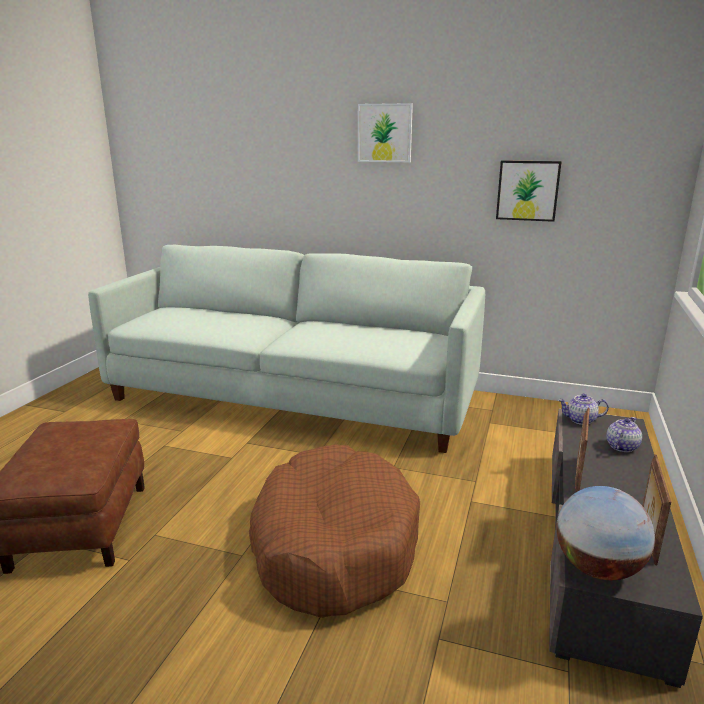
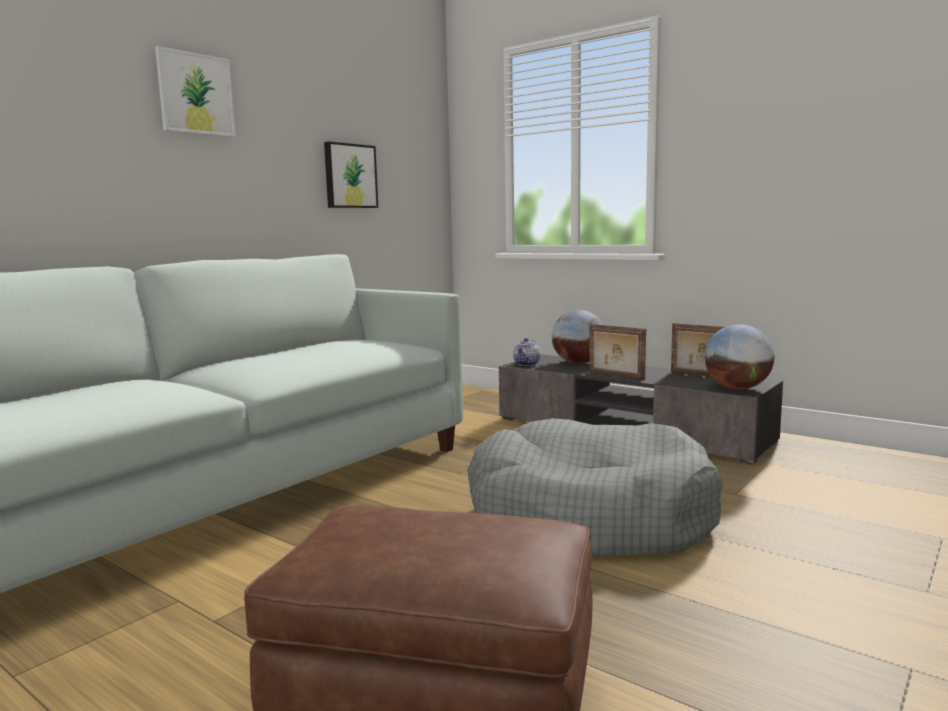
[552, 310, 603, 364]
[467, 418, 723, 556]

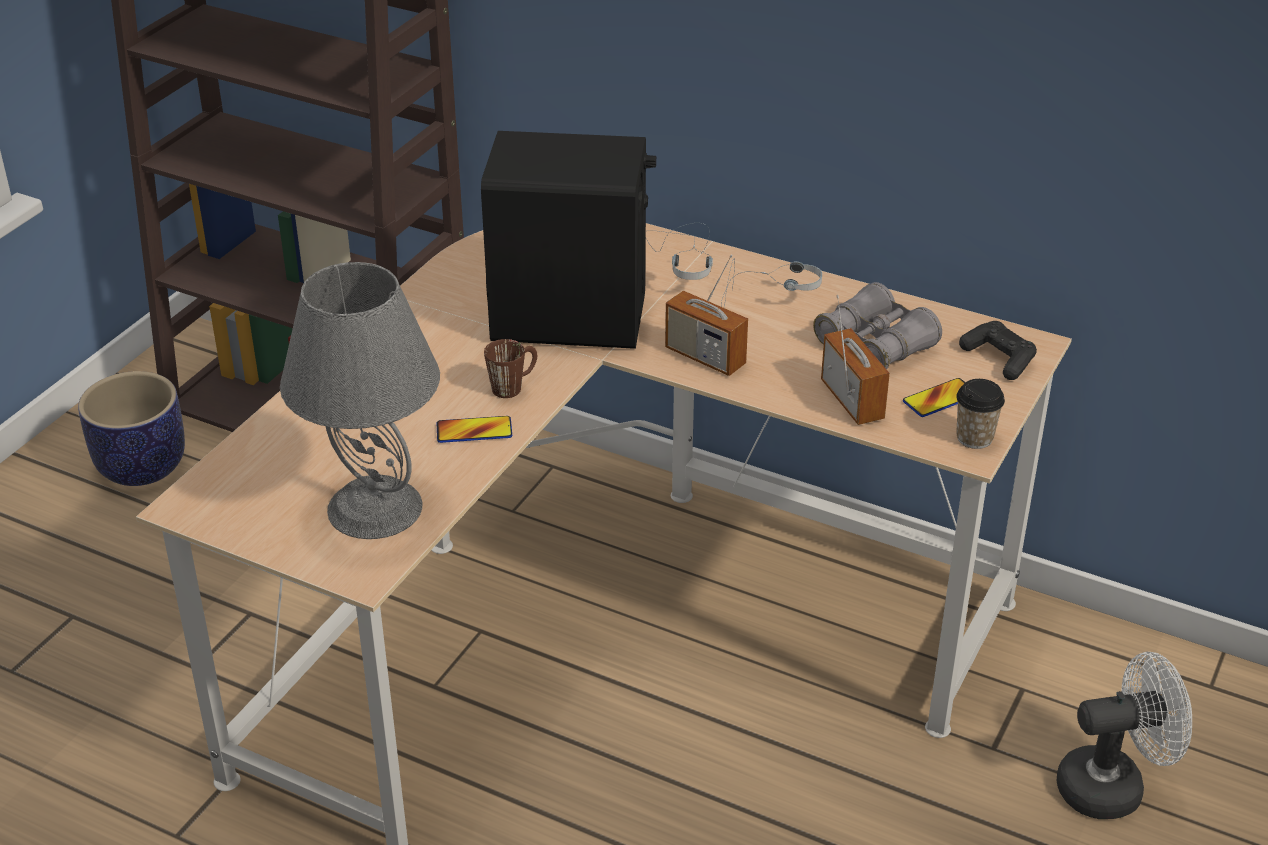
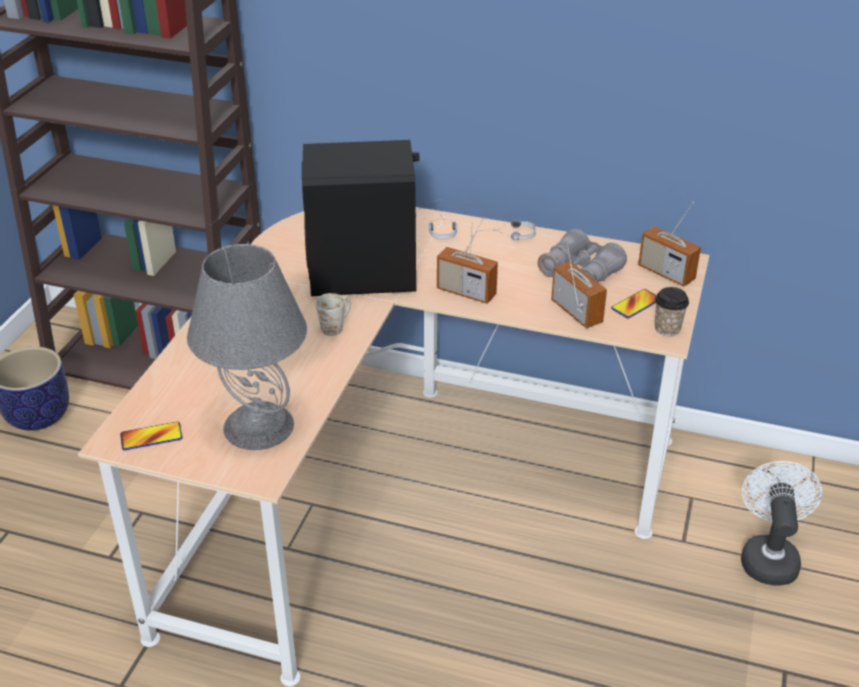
[638, 201, 701, 287]
[315, 293, 351, 336]
[120, 422, 182, 450]
[741, 461, 822, 586]

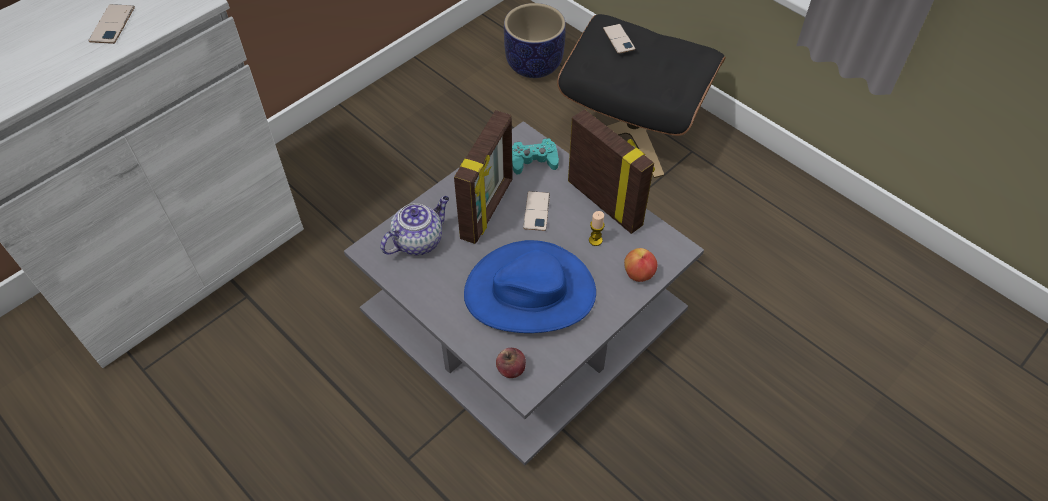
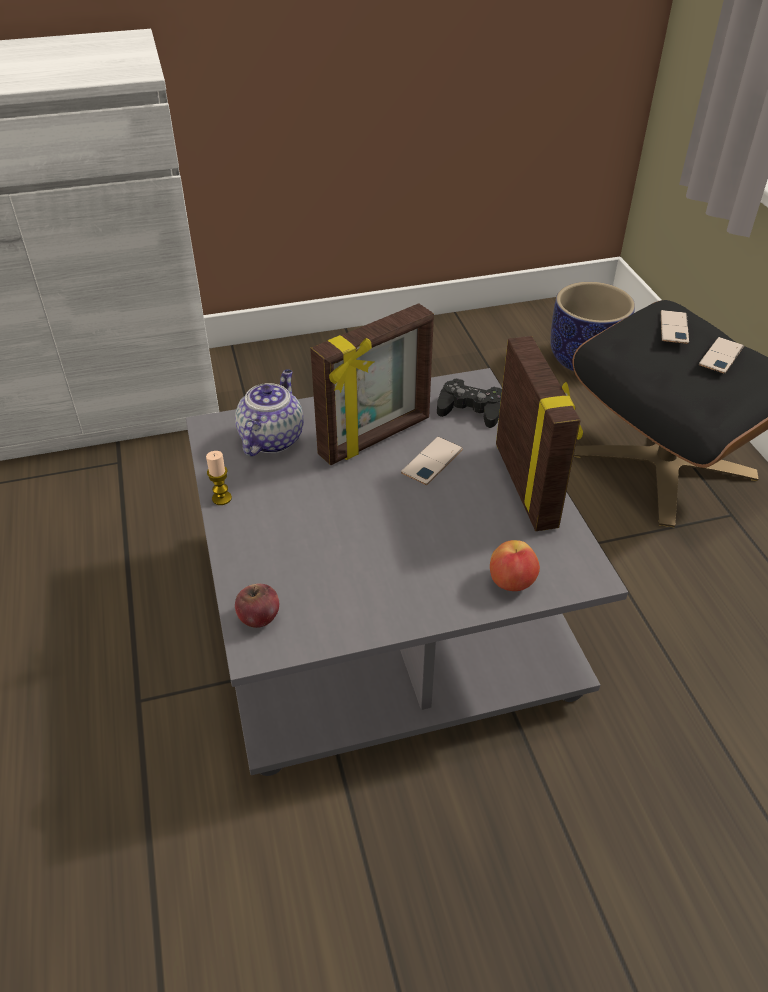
[699, 337, 744, 374]
[437, 378, 502, 428]
[235, 369, 304, 456]
[206, 451, 232, 505]
[464, 240, 596, 333] (first image)

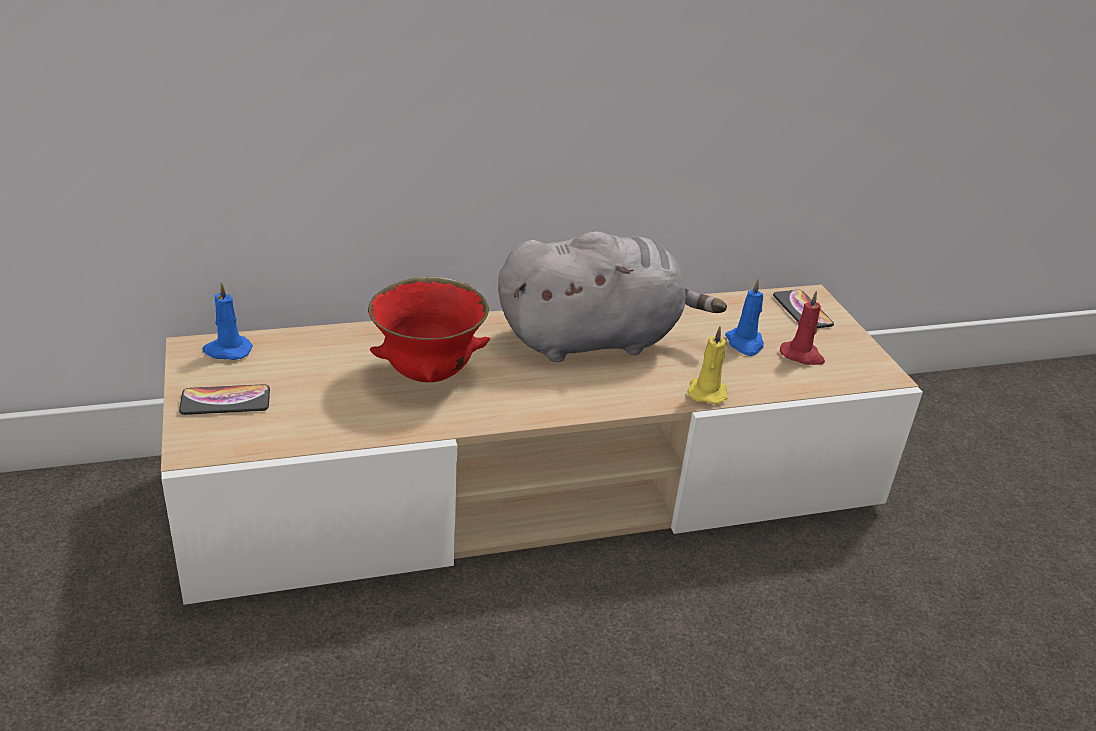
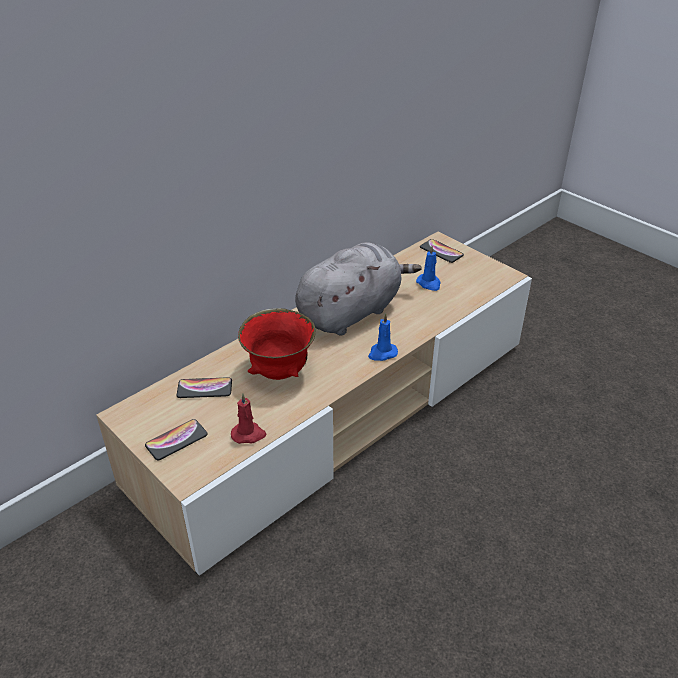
[368, 313, 398, 361]
[231, 393, 267, 444]
[687, 326, 727, 404] (first image)
[177, 377, 232, 398]

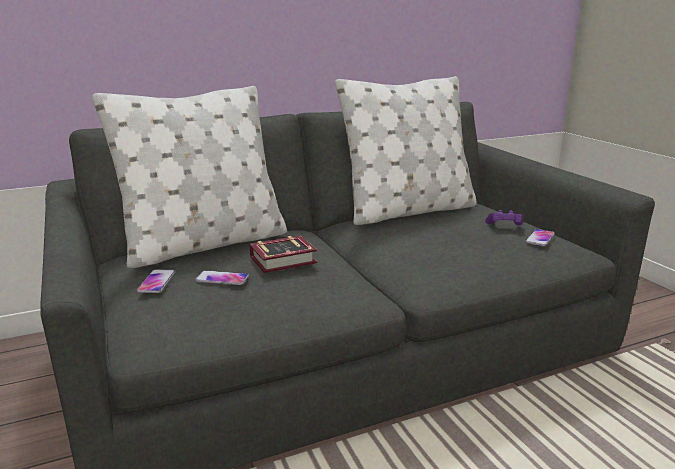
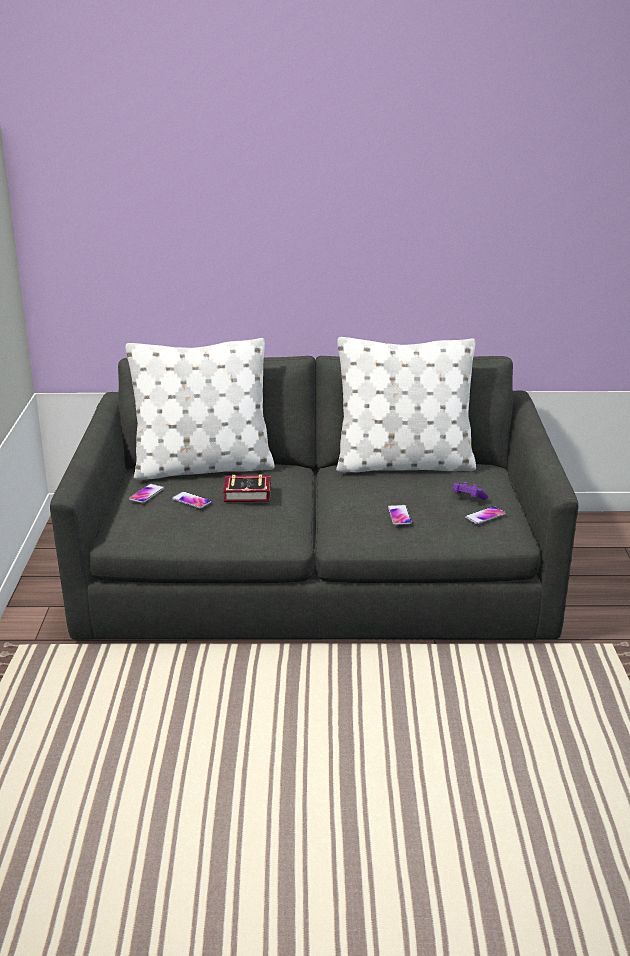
[388, 505, 412, 525]

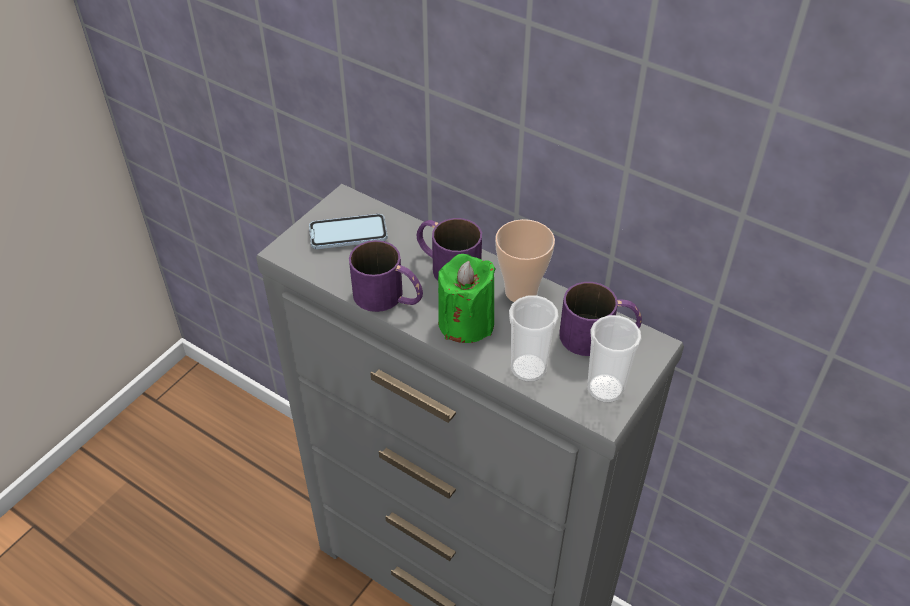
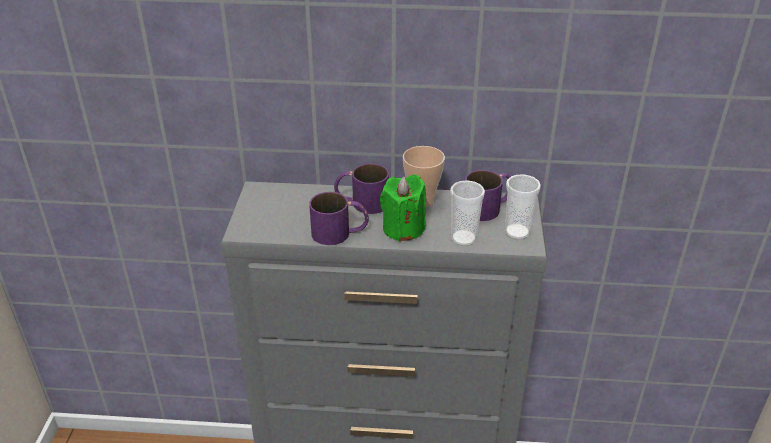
[309, 214, 388, 249] (first image)

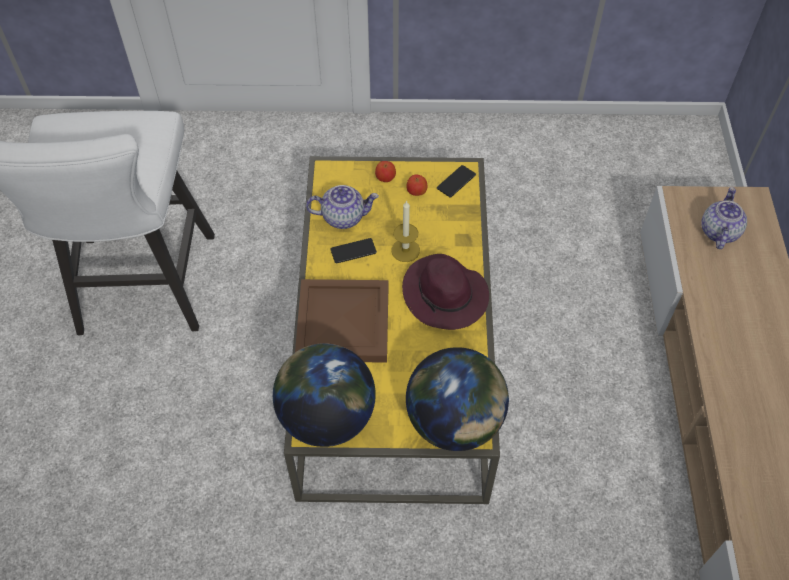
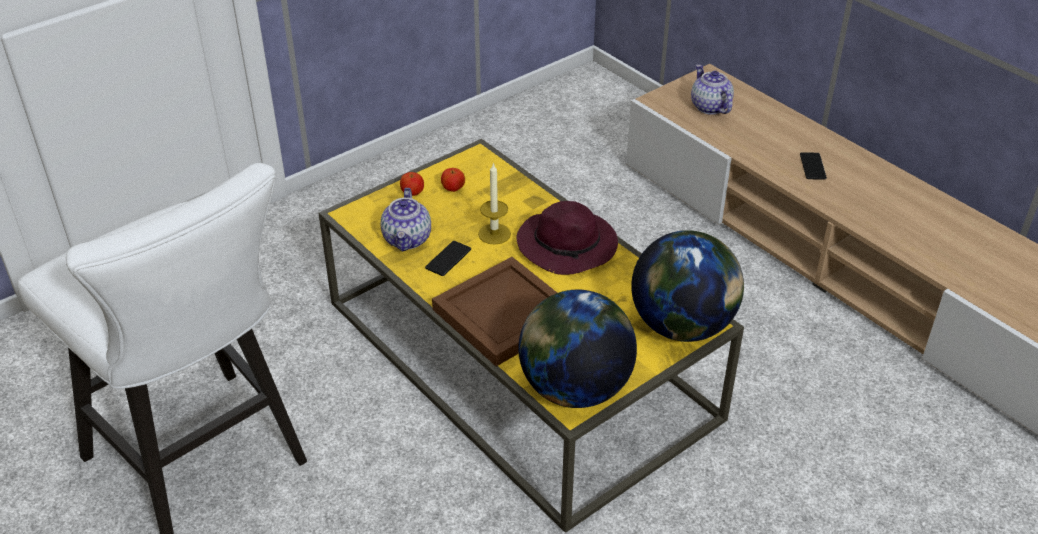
[800, 152, 827, 180]
[381, 188, 431, 252]

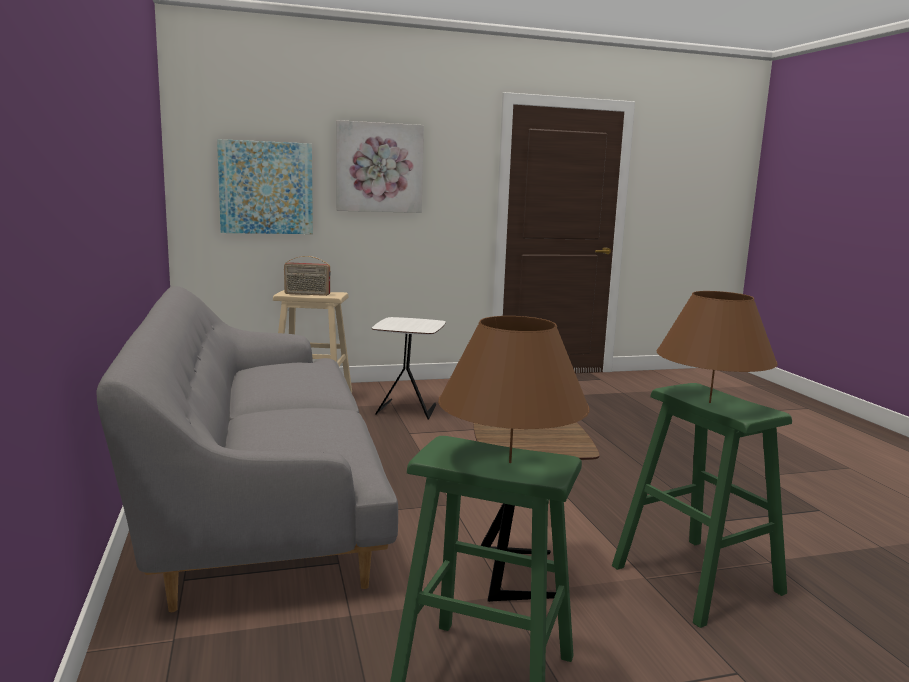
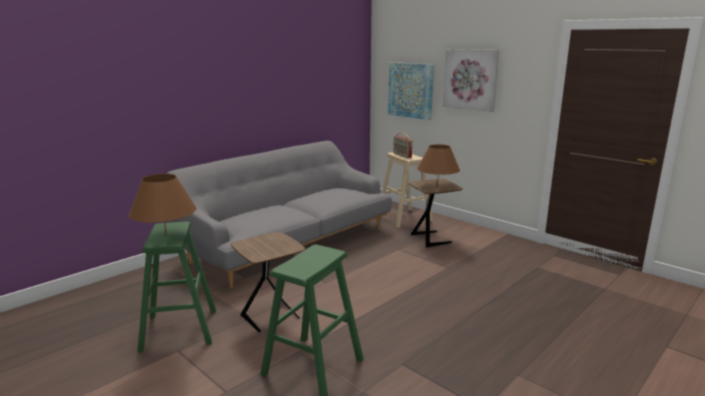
[417, 144, 460, 186]
[409, 179, 463, 248]

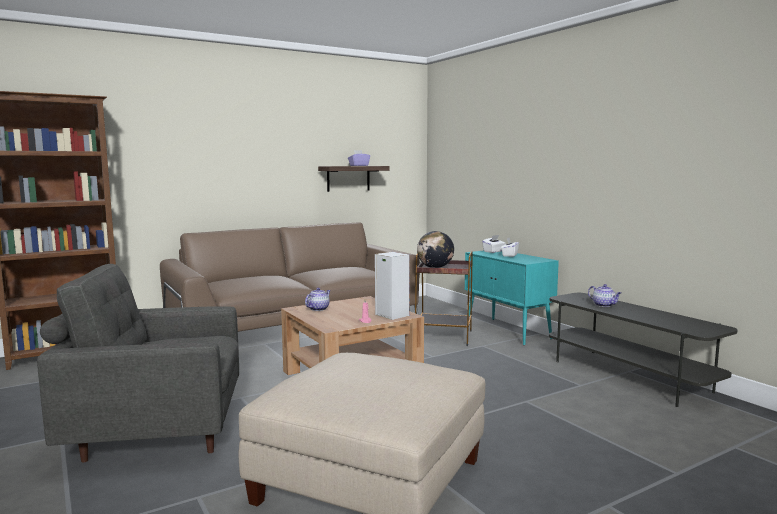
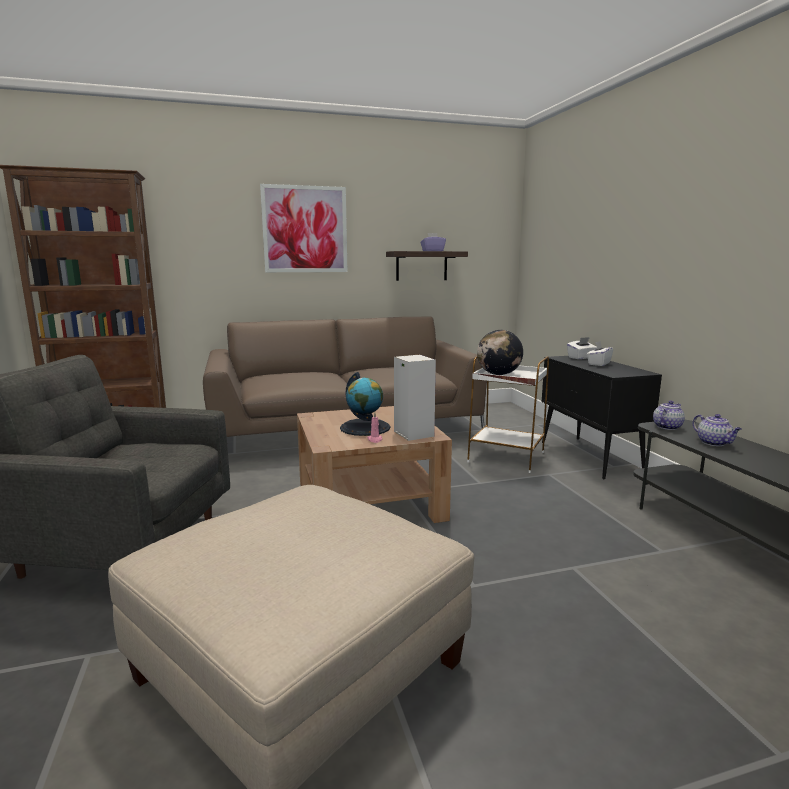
[467, 356, 549, 473]
[542, 356, 662, 479]
[653, 400, 685, 430]
[260, 184, 348, 272]
[340, 372, 390, 436]

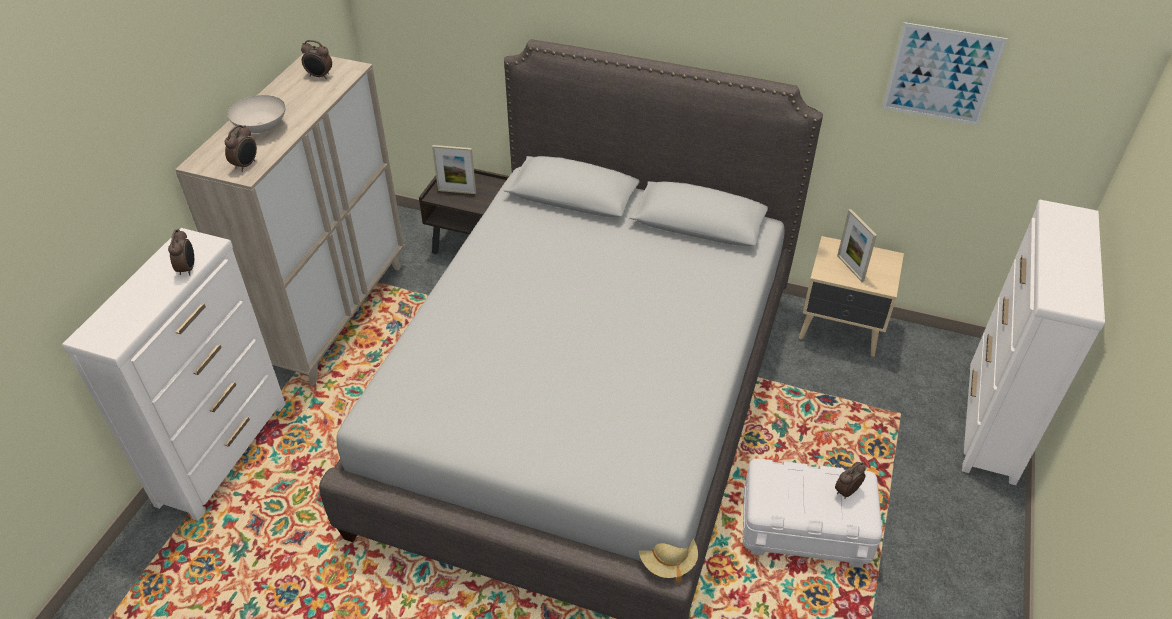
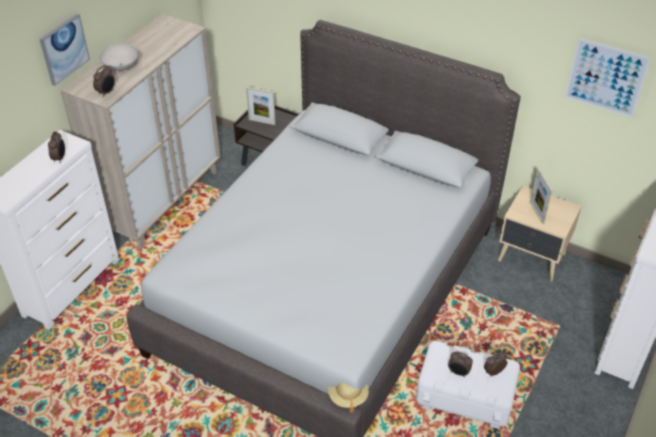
[448, 352, 473, 377]
[40, 14, 90, 86]

